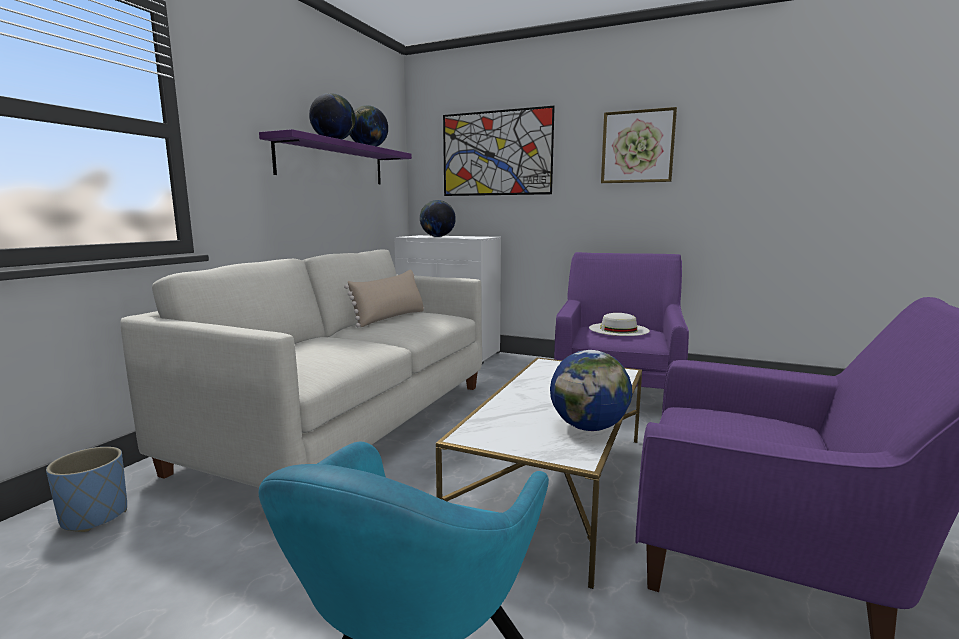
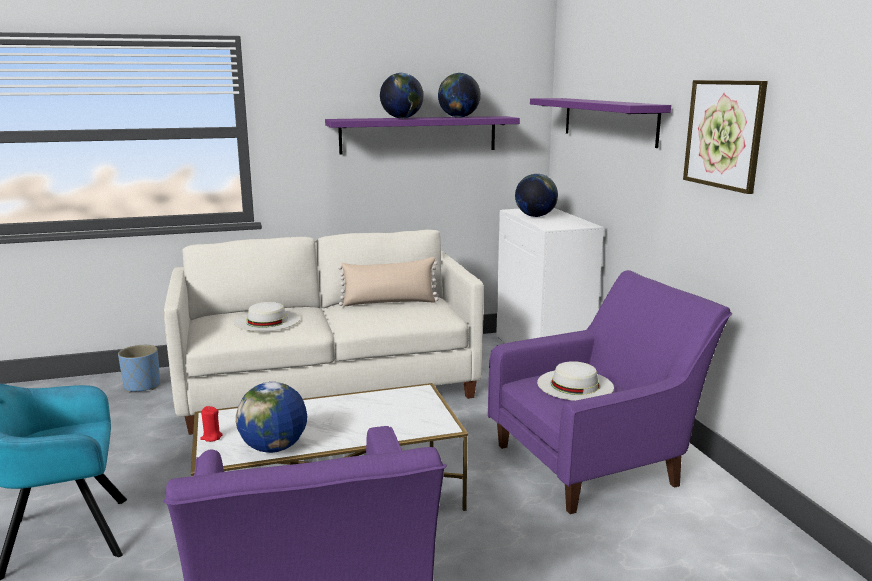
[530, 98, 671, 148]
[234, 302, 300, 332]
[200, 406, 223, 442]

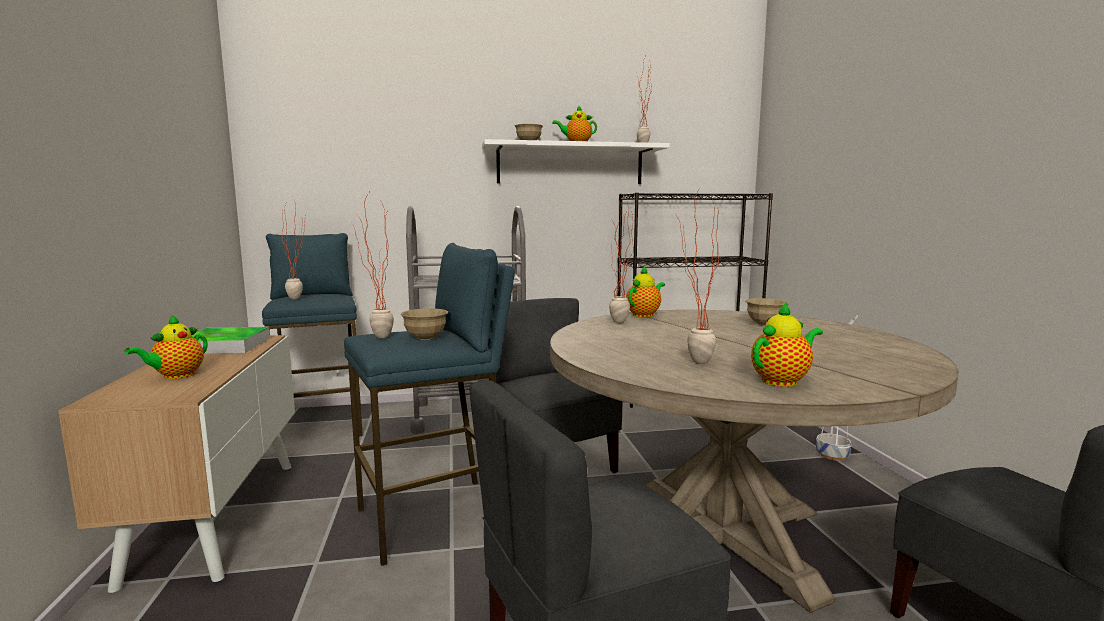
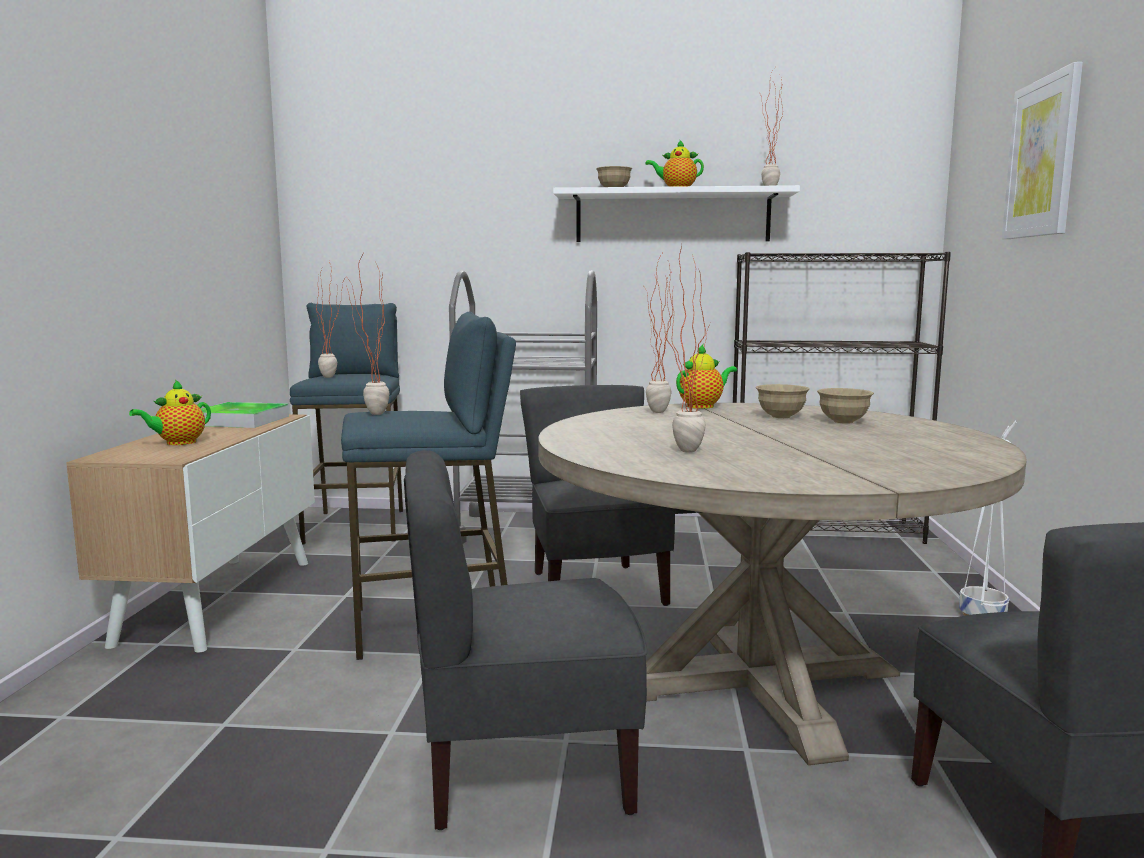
[751, 303, 823, 387] (first image)
[756, 384, 810, 418]
[1002, 62, 1083, 239]

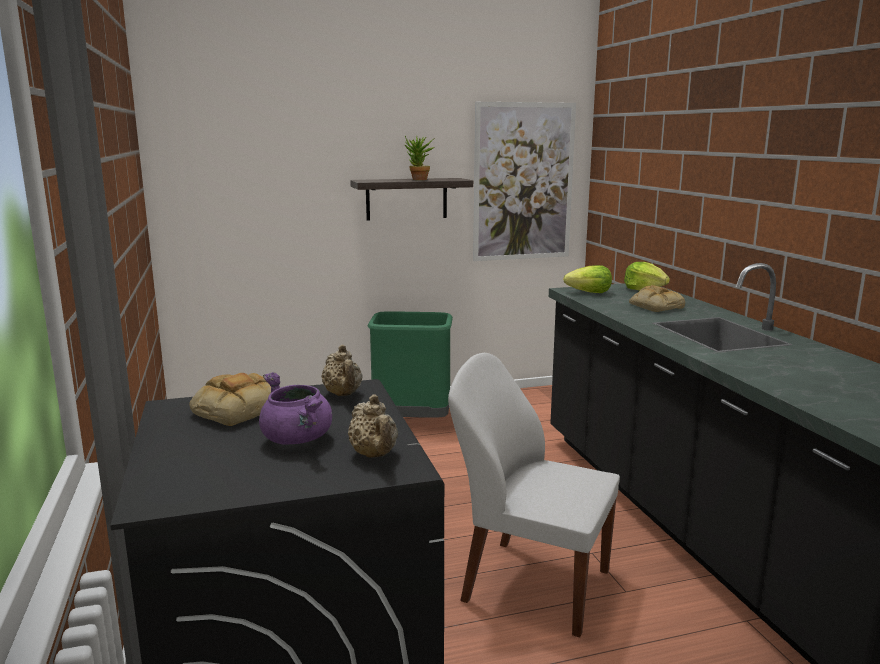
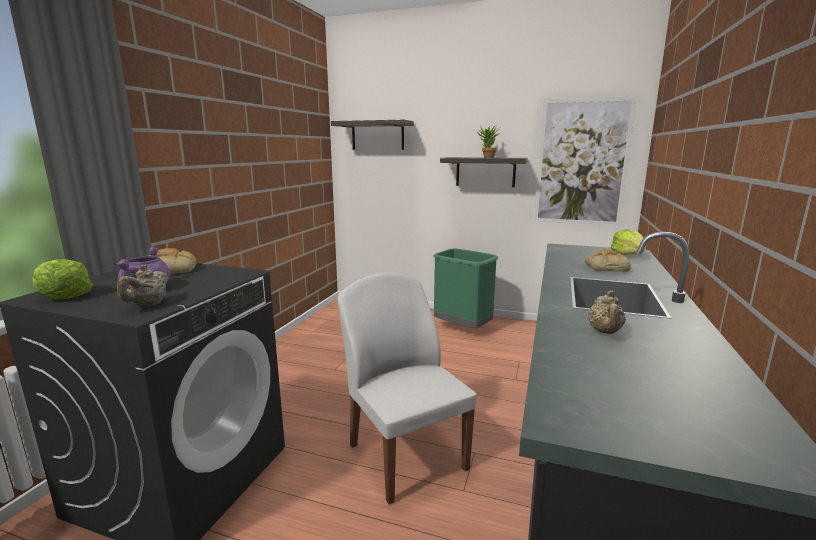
[33, 259, 93, 300]
[588, 290, 626, 334]
[331, 120, 414, 150]

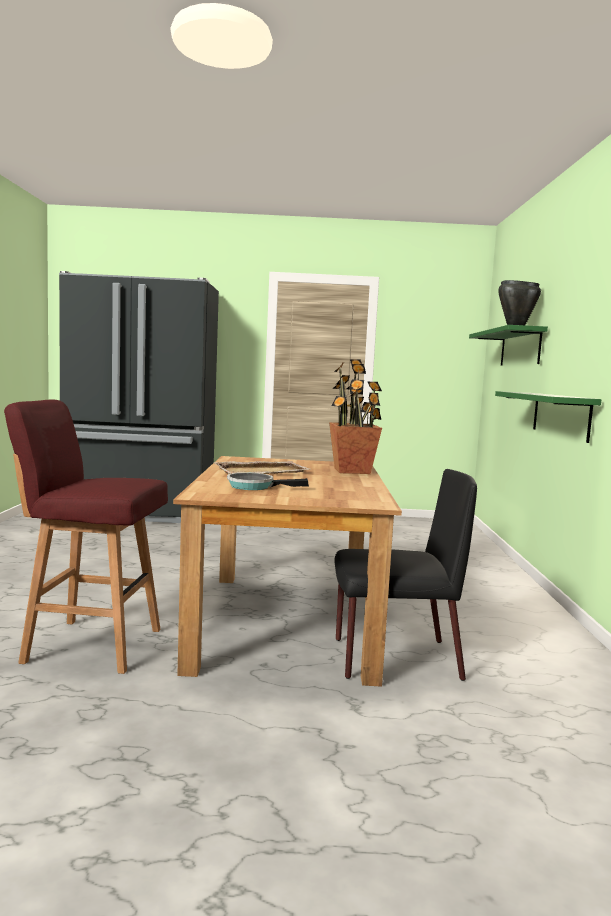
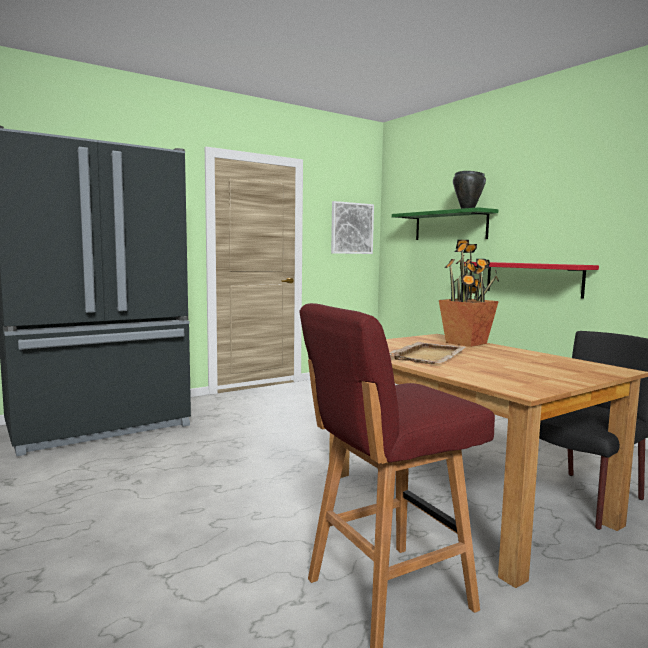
[464, 262, 599, 299]
[227, 473, 309, 490] (first image)
[331, 201, 374, 254]

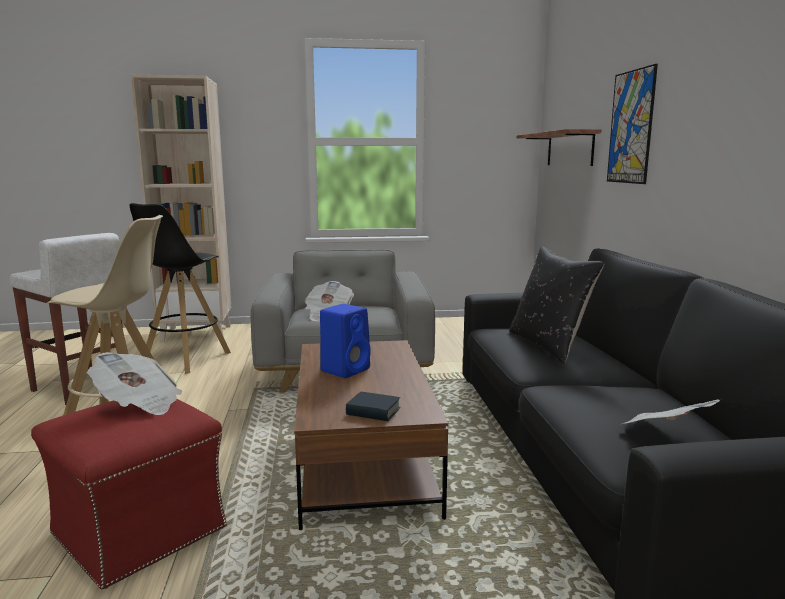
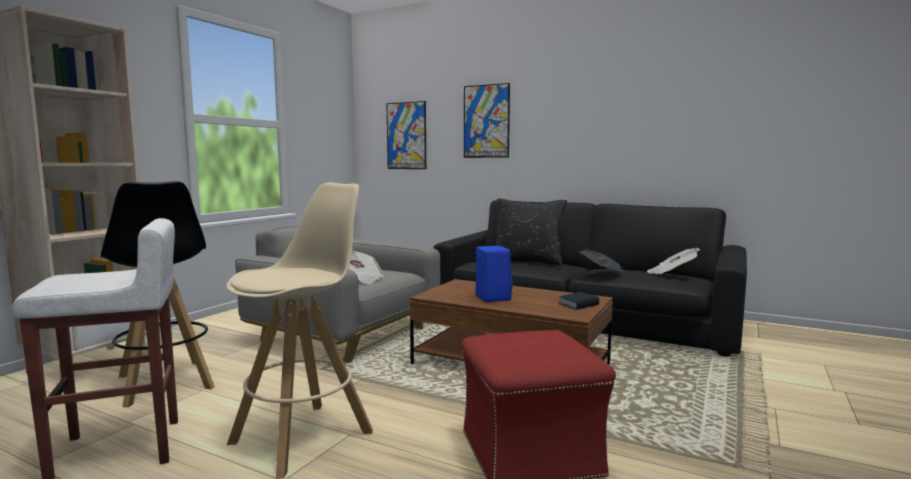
[386, 101, 426, 169]
[579, 249, 624, 272]

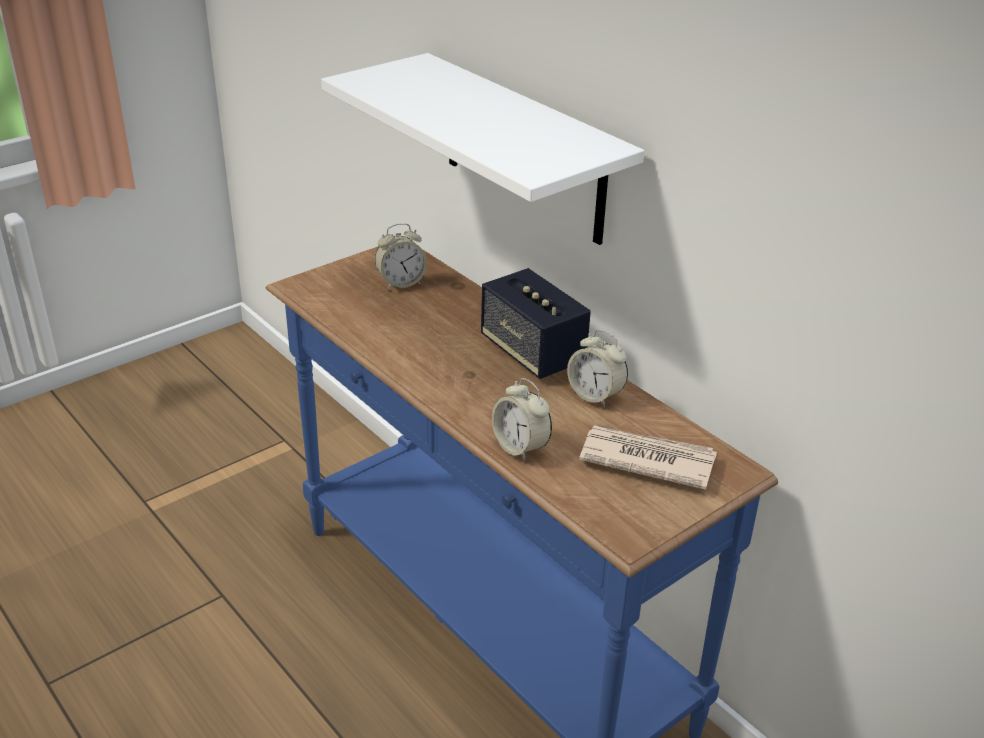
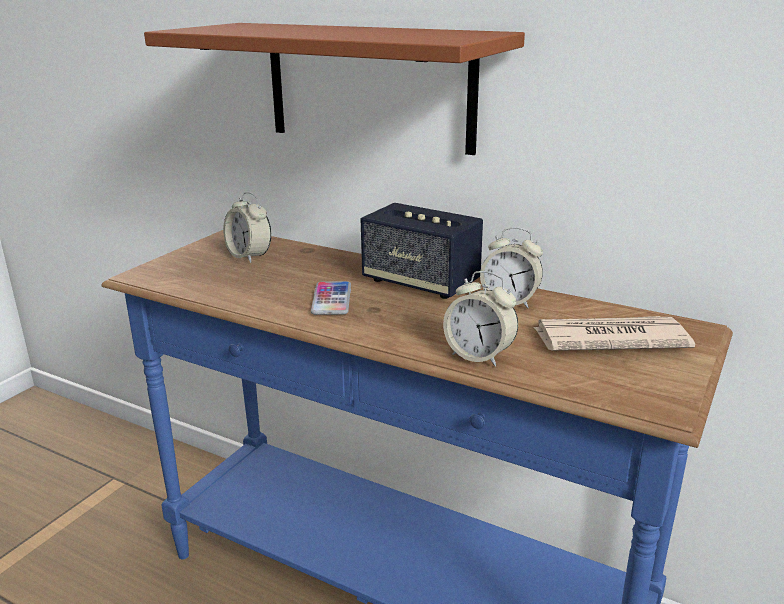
[144, 23, 525, 155]
[223, 192, 271, 263]
[311, 281, 351, 315]

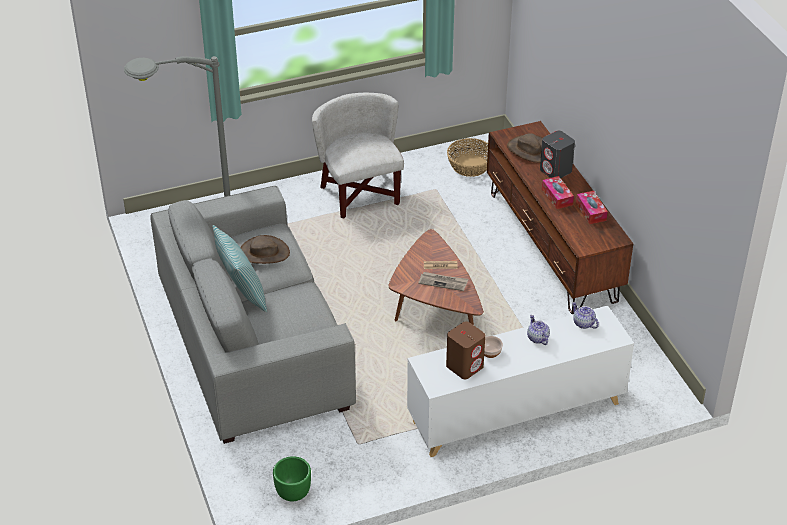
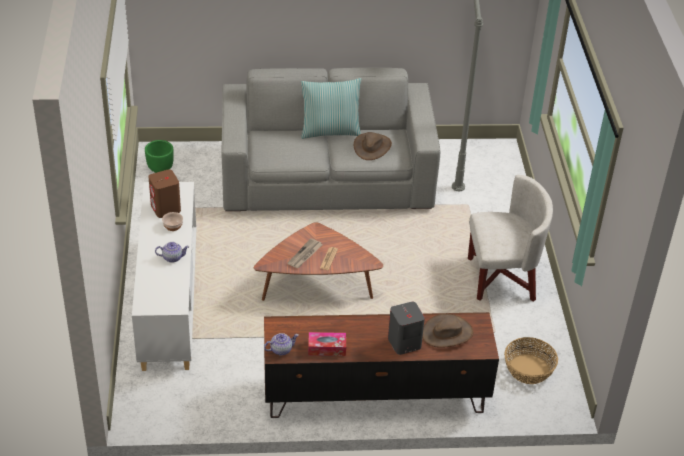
[542, 176, 574, 209] (first image)
[264, 333, 299, 356]

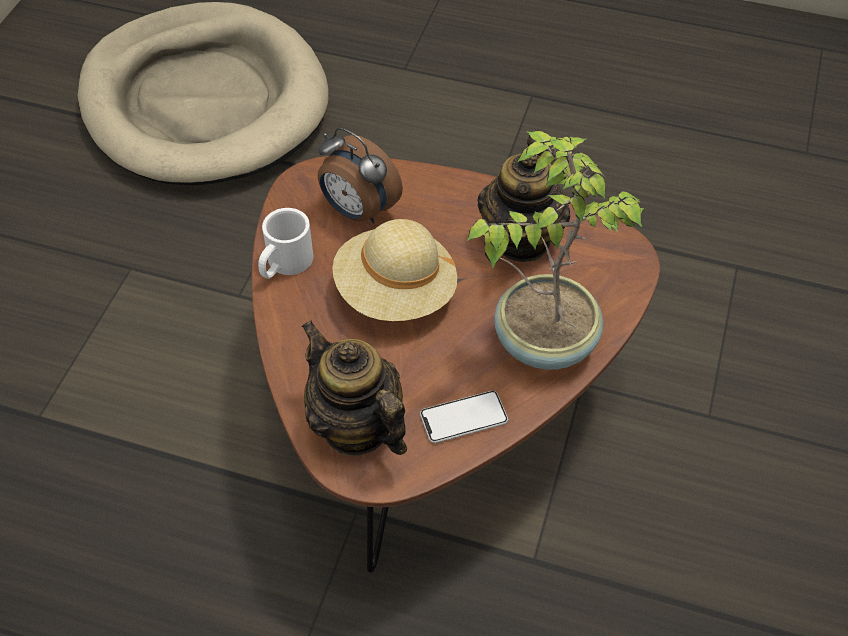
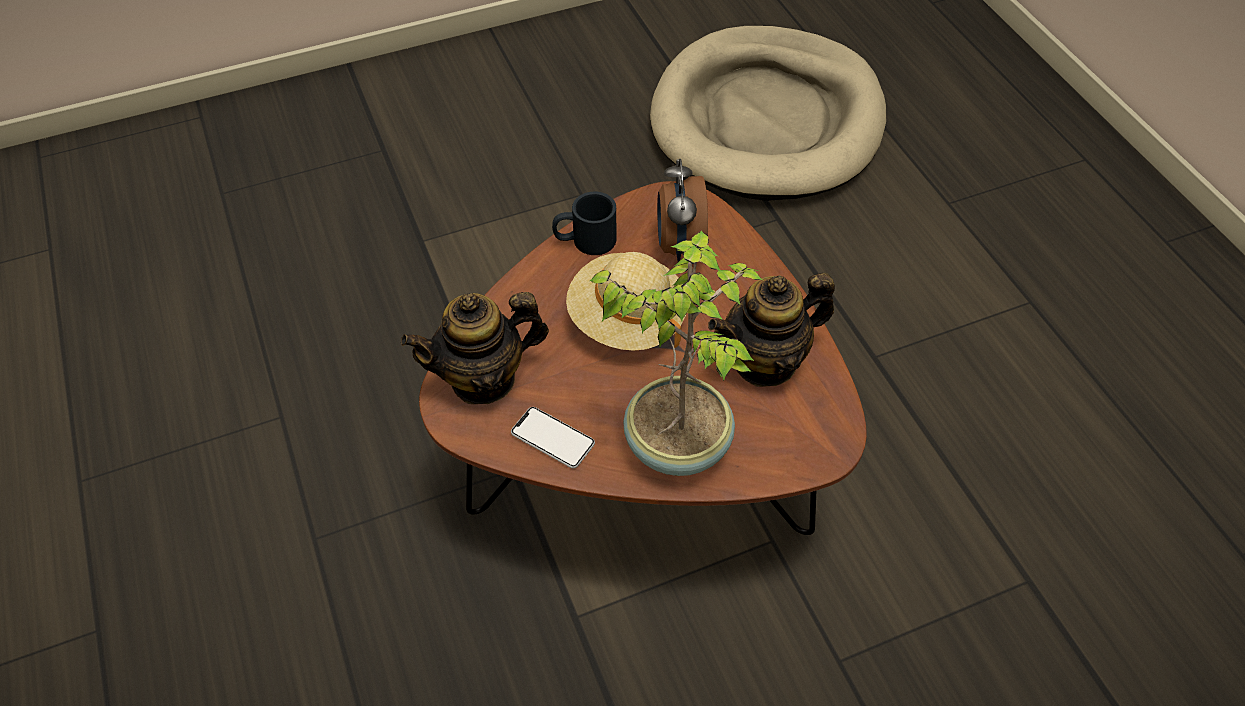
[552, 192, 616, 255]
[401, 292, 549, 404]

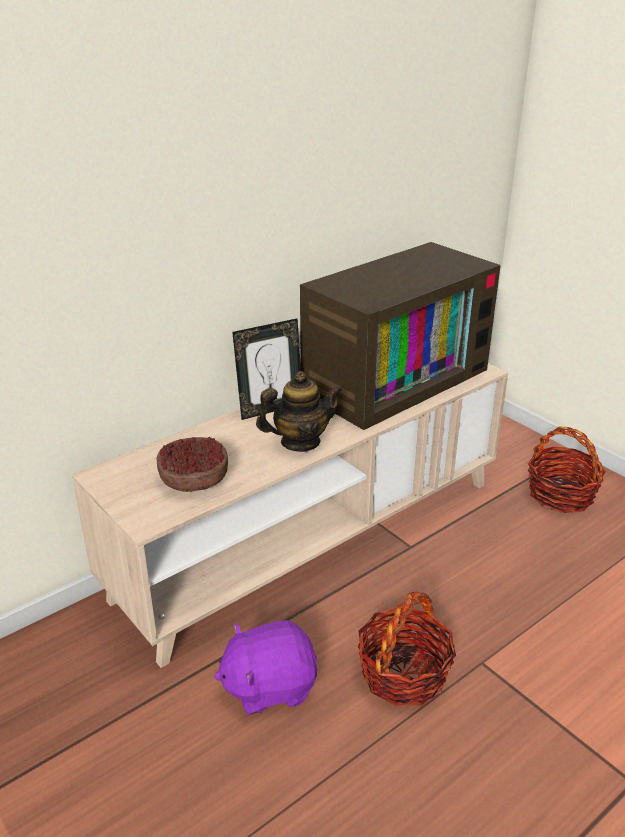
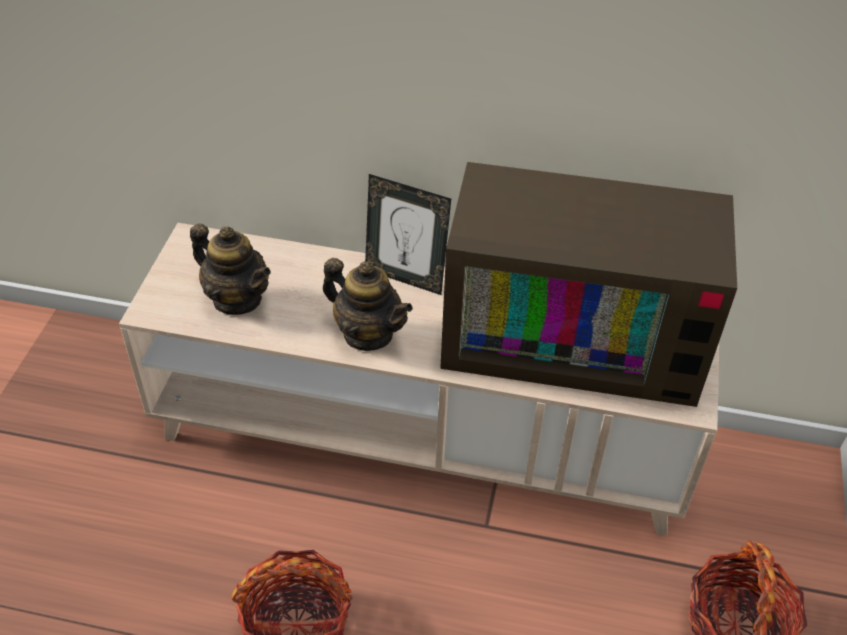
[190, 223, 271, 315]
[214, 620, 317, 715] (first image)

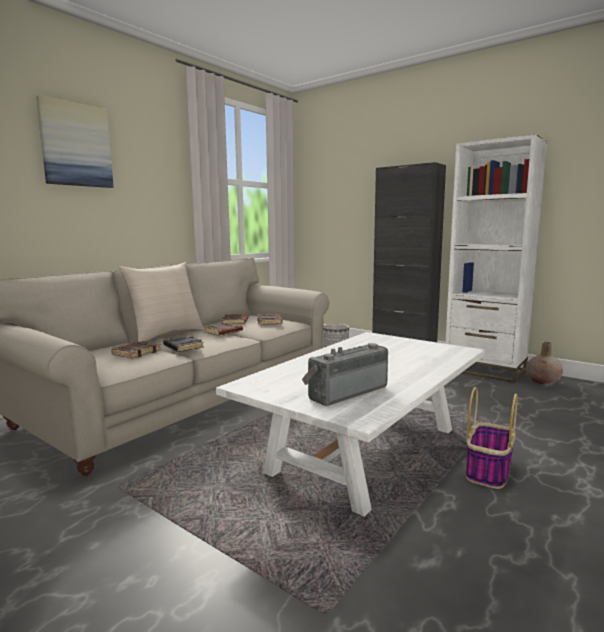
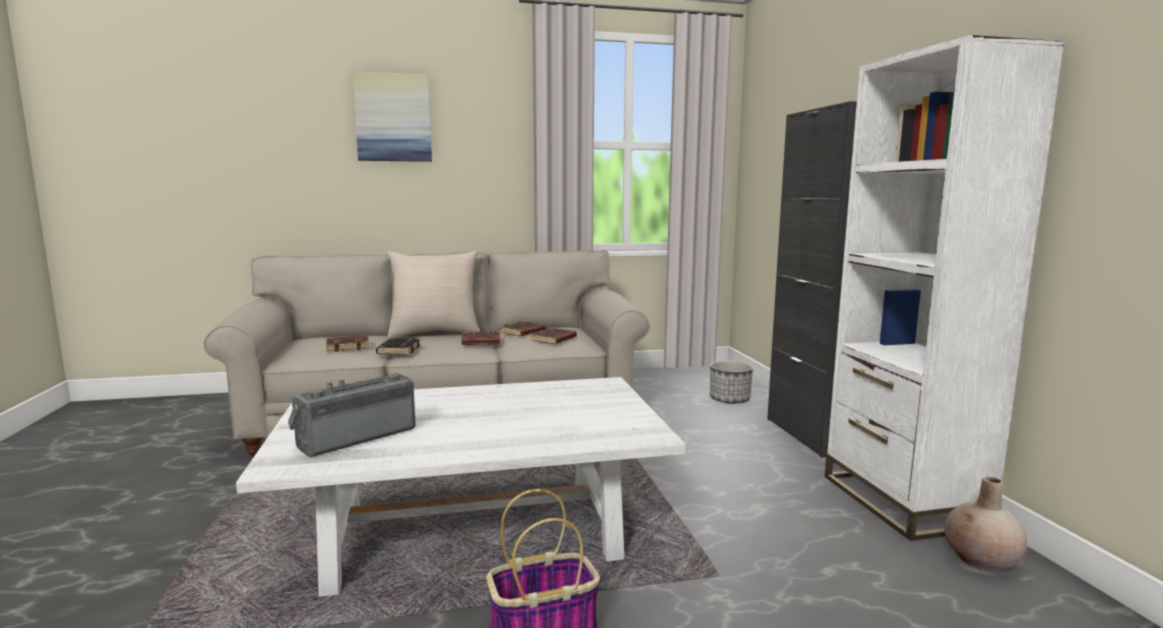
[288, 373, 416, 457]

